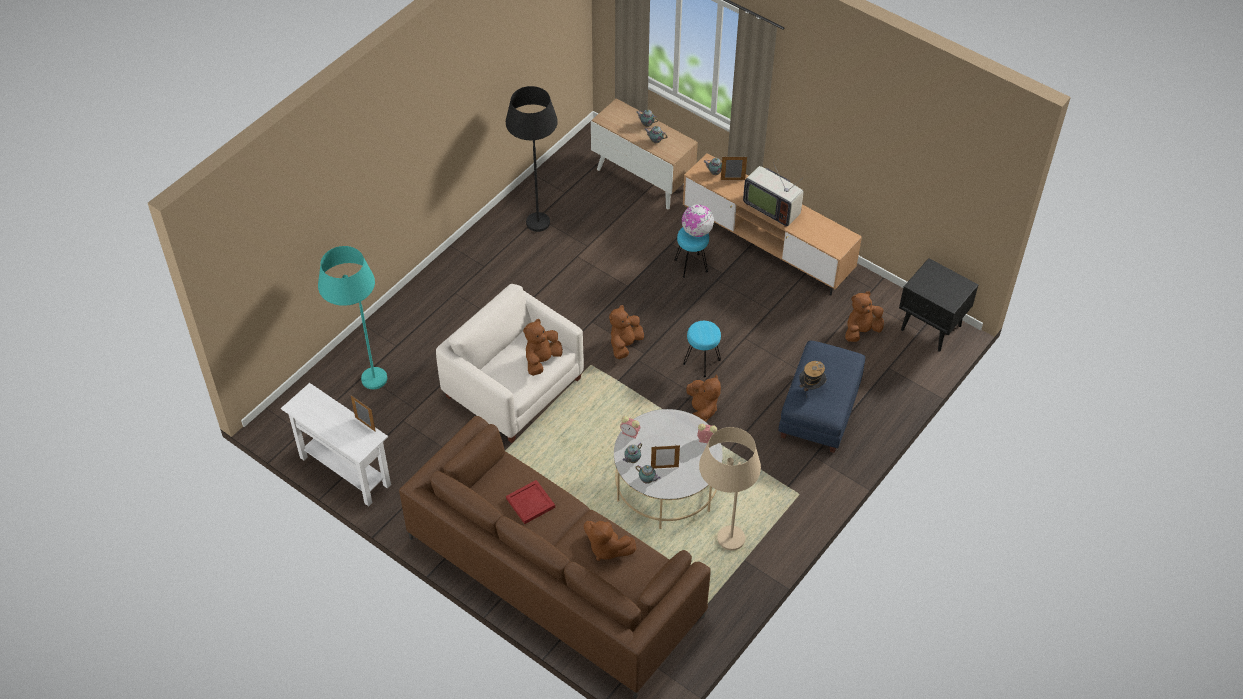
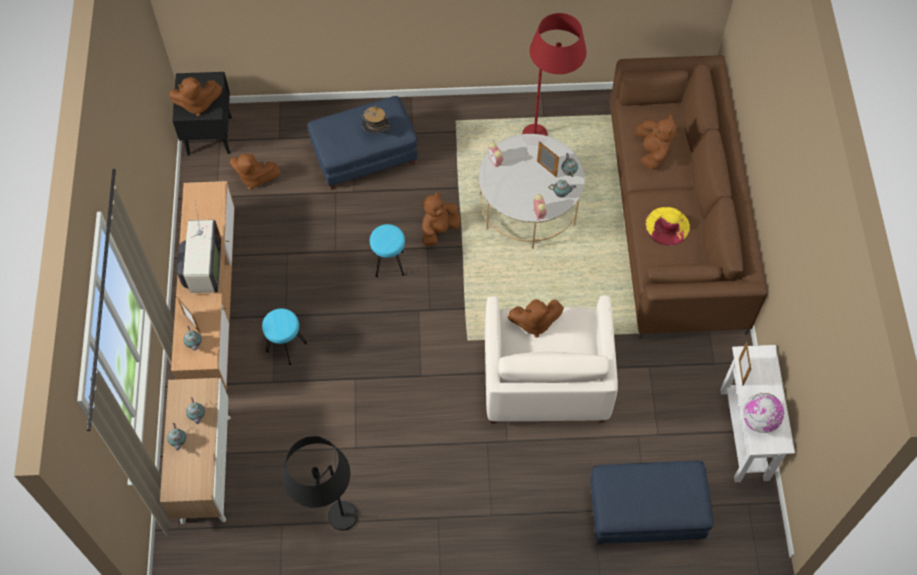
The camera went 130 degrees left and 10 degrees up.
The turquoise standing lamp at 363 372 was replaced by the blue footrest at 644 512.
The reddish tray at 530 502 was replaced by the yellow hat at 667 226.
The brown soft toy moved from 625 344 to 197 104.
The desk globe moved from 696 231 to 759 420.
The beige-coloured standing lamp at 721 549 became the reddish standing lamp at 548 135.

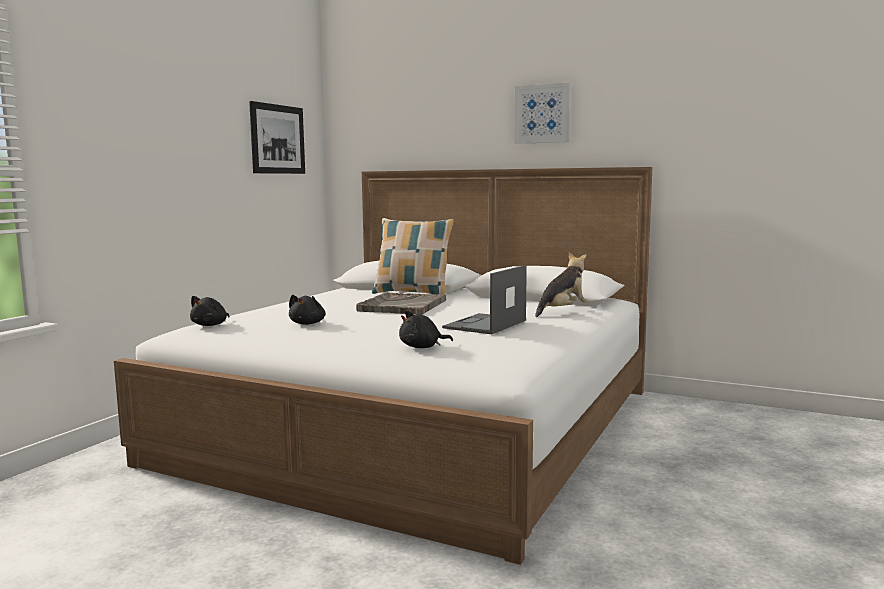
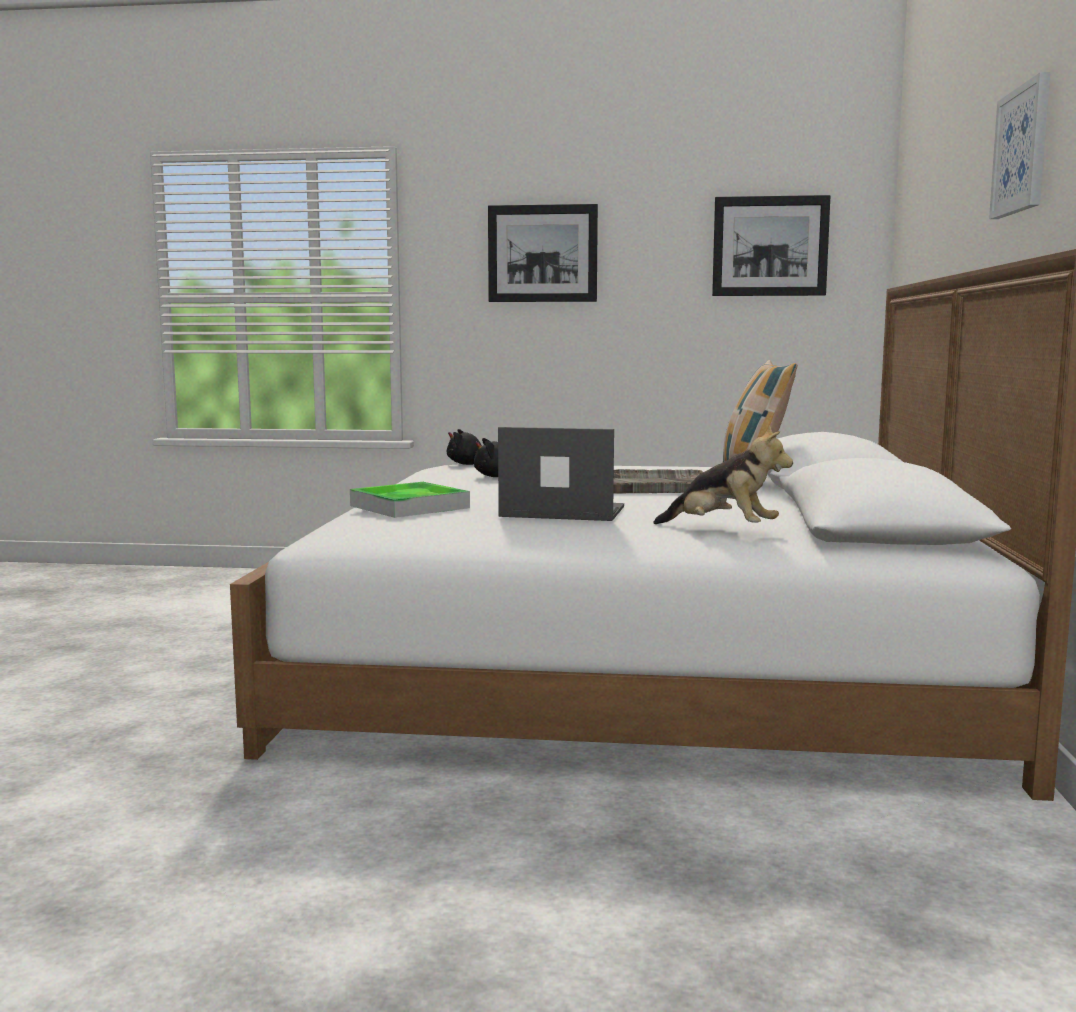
The camera went 70 degrees right and 0 degrees up.
The black-coloured soft toy at 422 347 was replaced by the tray at 409 507.
The picture at 542 253 appeared.

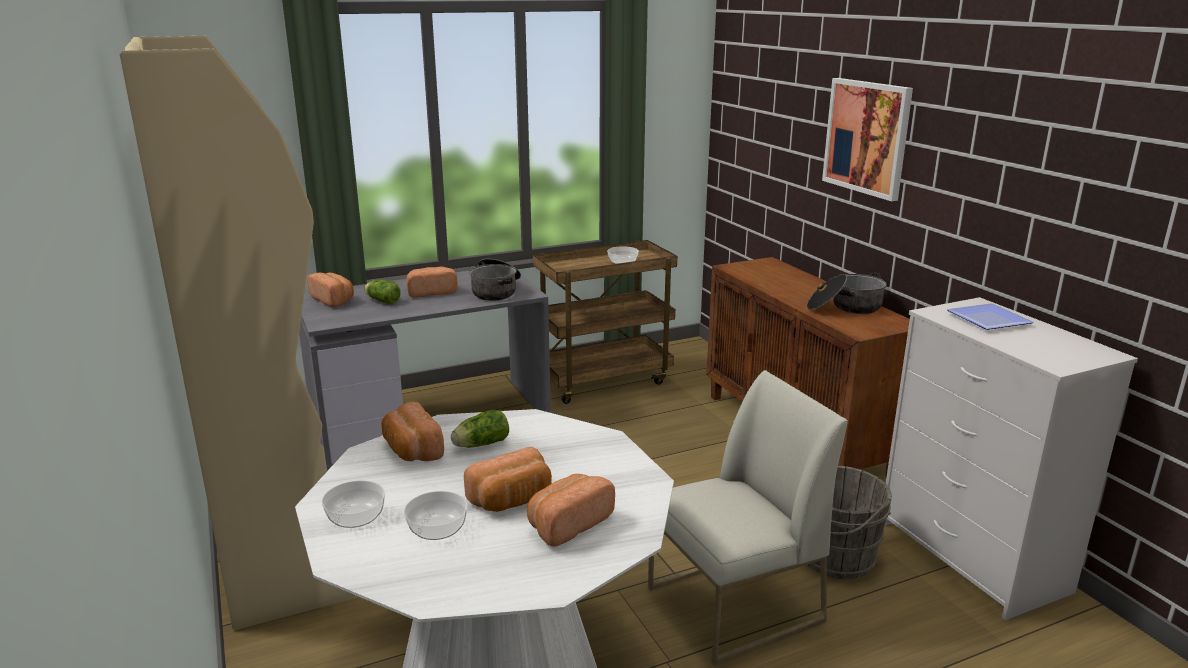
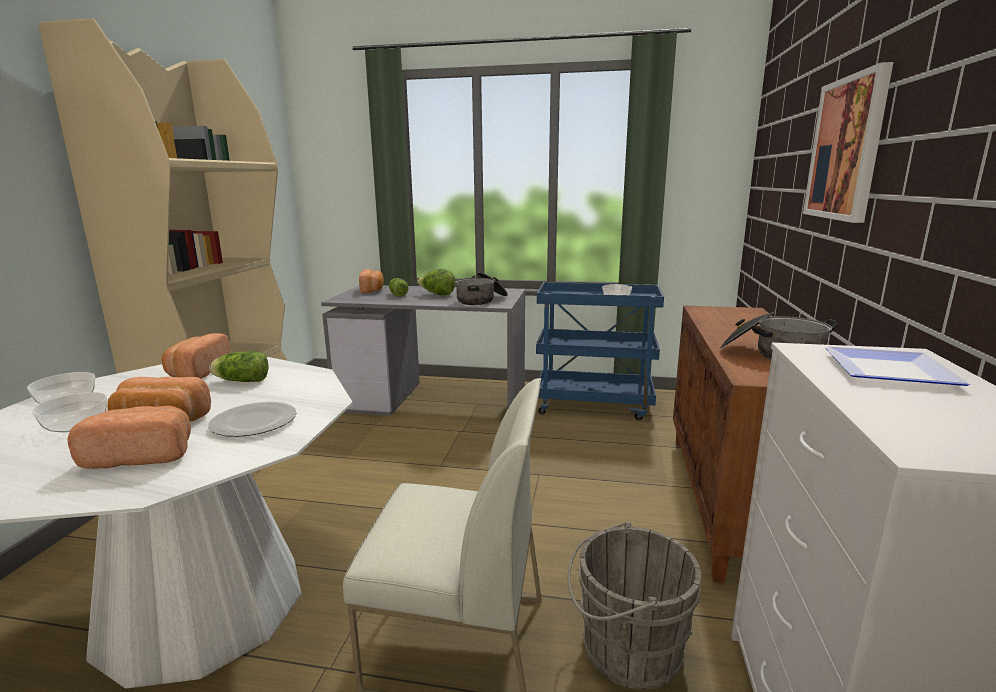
The camera went 35 degrees right and 5 degrees down.
The bread at 431 292 was replaced by the lettuce at 437 295.
The brown wheeled cart at 604 380 became the blue wheeled cart at 594 405.
The plate at 252 423 appeared.

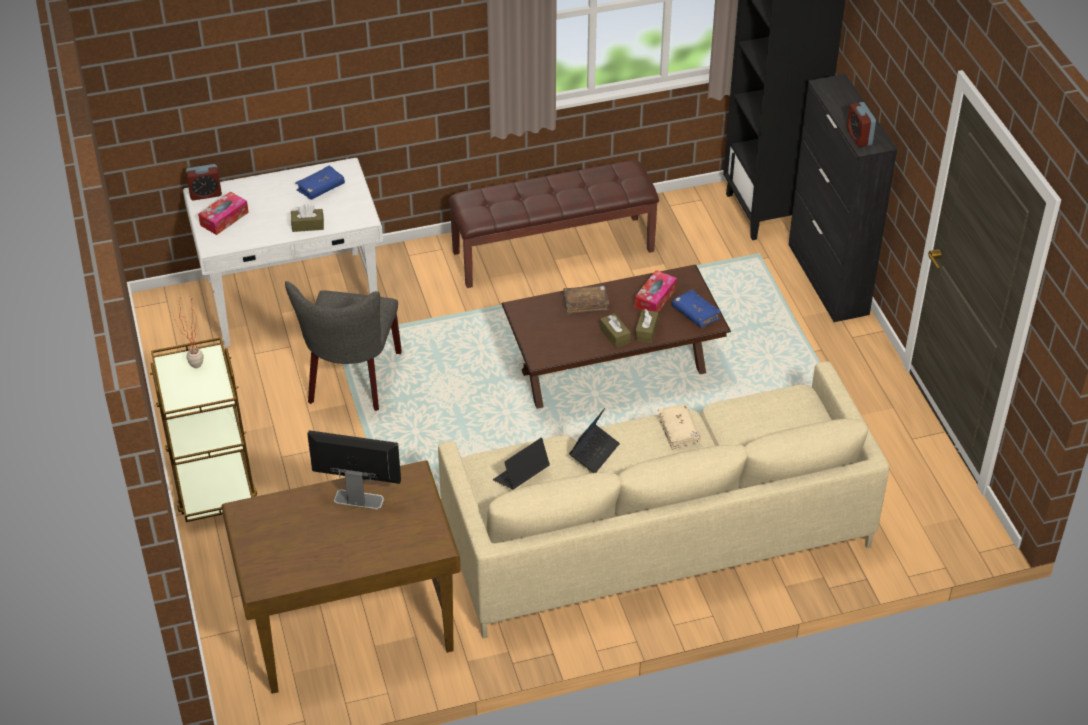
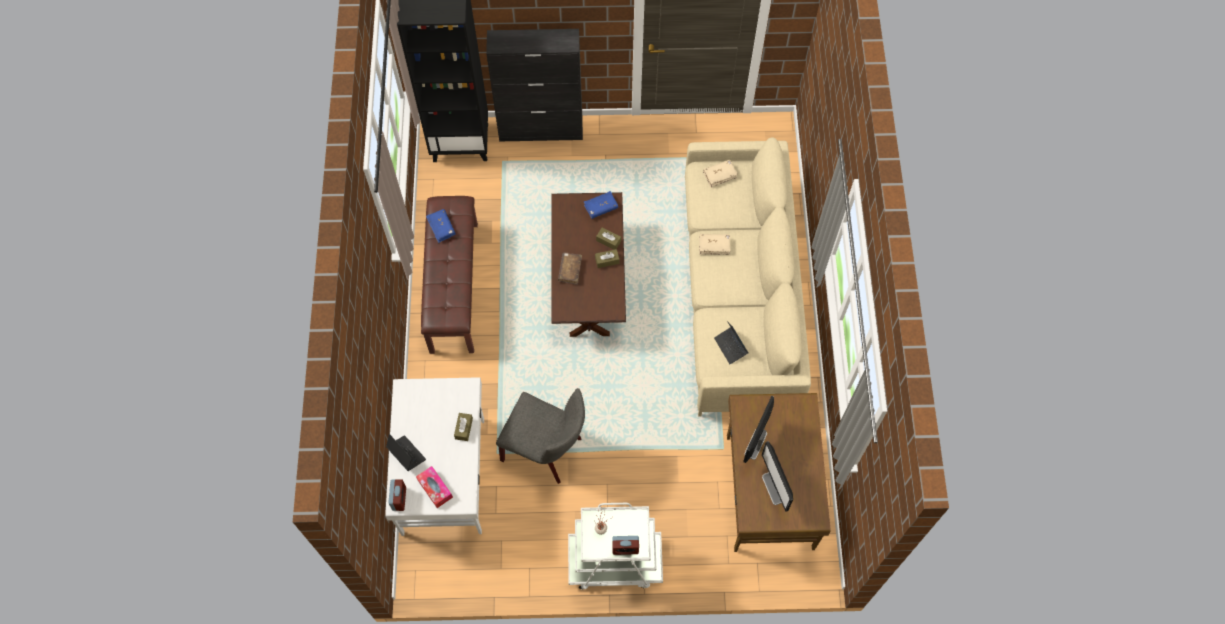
The camera went 75 degrees left and 20 degrees up.
The brown wheeled cart at 212 477 became the white-coloured wheeled cart at 614 561.
The blue bound book moved from 321 188 to 441 228.
The portable computer moved from 594 452 to 406 454.
The tissue holder at 655 298 disappeared.
The table clock moved from 859 137 to 625 548.
The beige-coloured bound book at 719 175 appeared.
The monitor at 773 488 appeared.

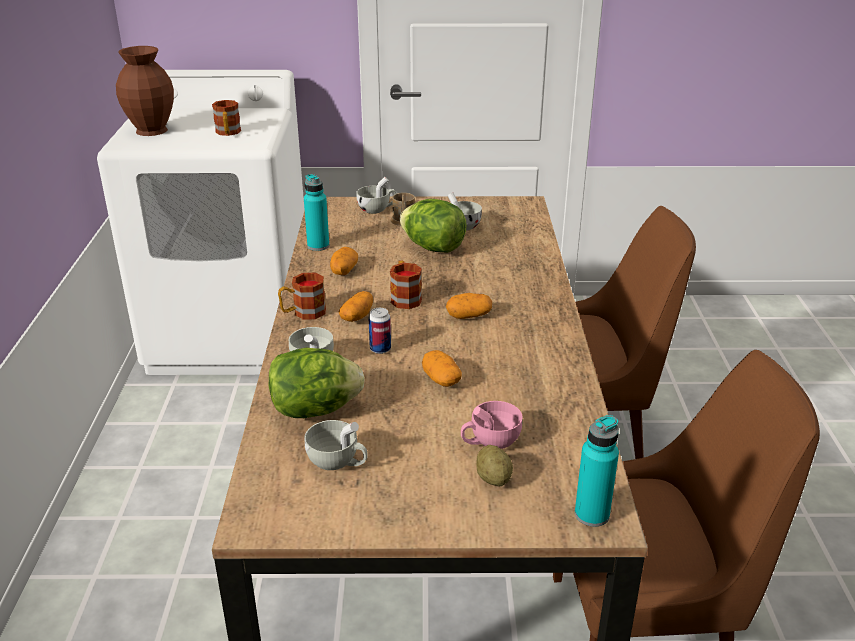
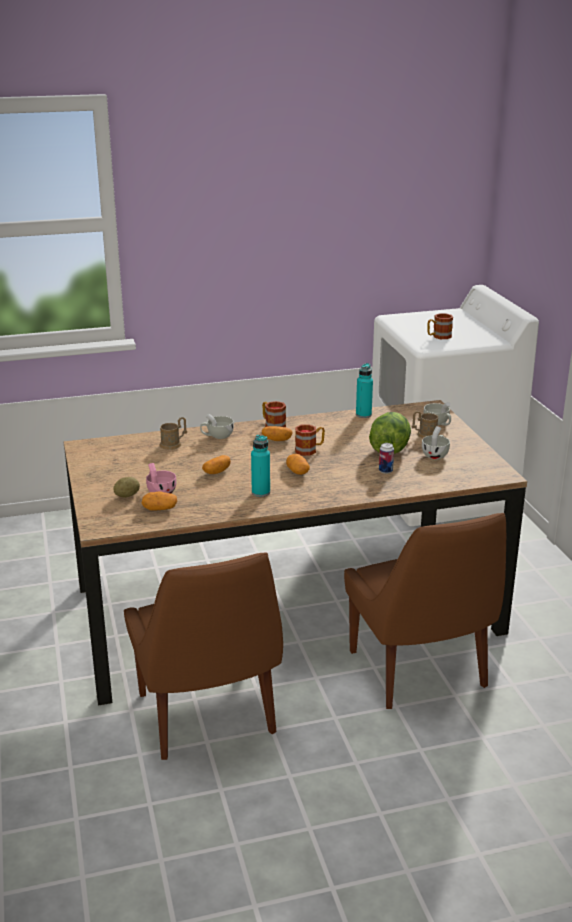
The camera went 75 degrees right and 5 degrees down.
The brown vase at 152 130 disappeared.
The lettuce at 315 410 was replaced by the brown tea mug at 173 444.
The white-coloured cup at 338 462 disappeared.
The whole potato moved from 344 270 to 160 509.
The sealed can moved from 380 349 to 385 471.
The turquoise drink bottle moved from 592 514 to 260 492.

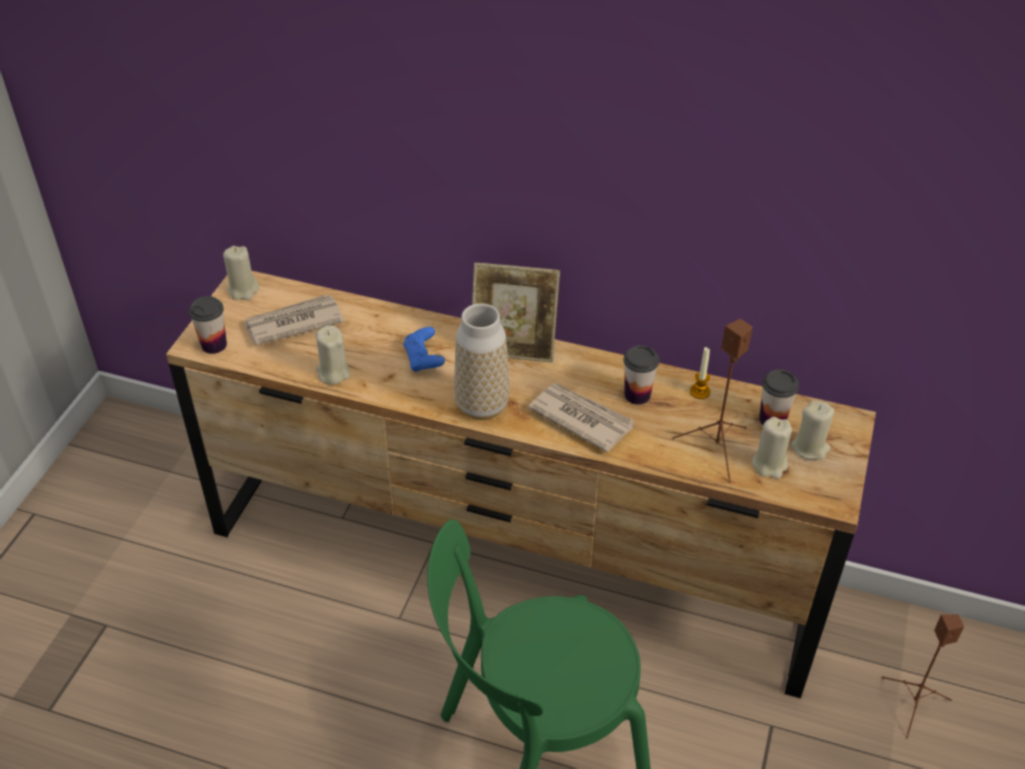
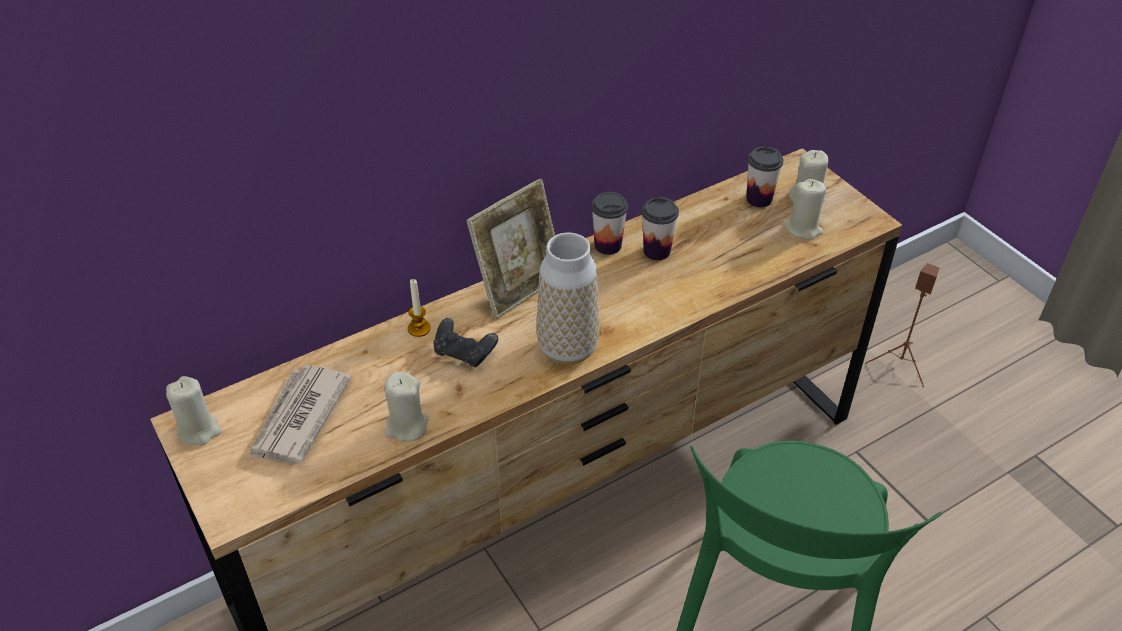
The camera went 50 degrees left and 0 degrees up.
The cup moved from 214 345 to 608 245.
The blue gamepad at 424 359 became the black-coloured gamepad at 464 353.
The printed paper at 581 418 disappeared.
The brown speaker at 716 449 disappeared.
The wax light moved from 699 391 to 419 328.

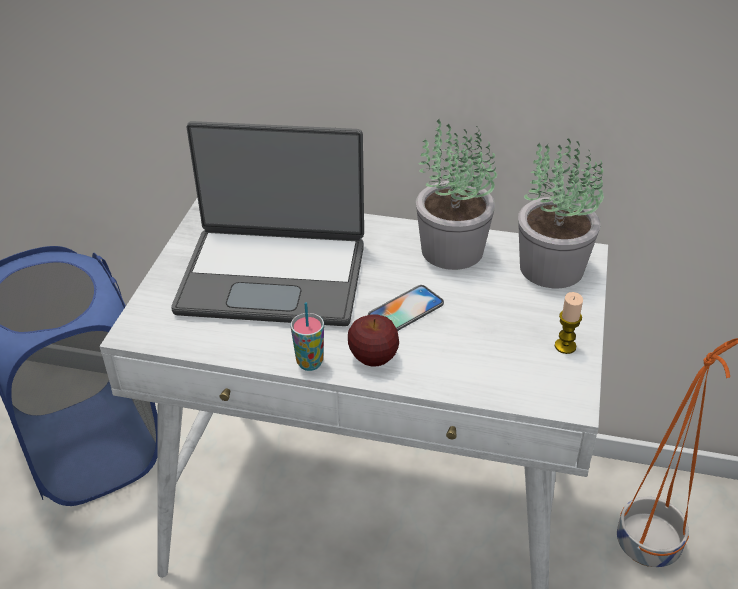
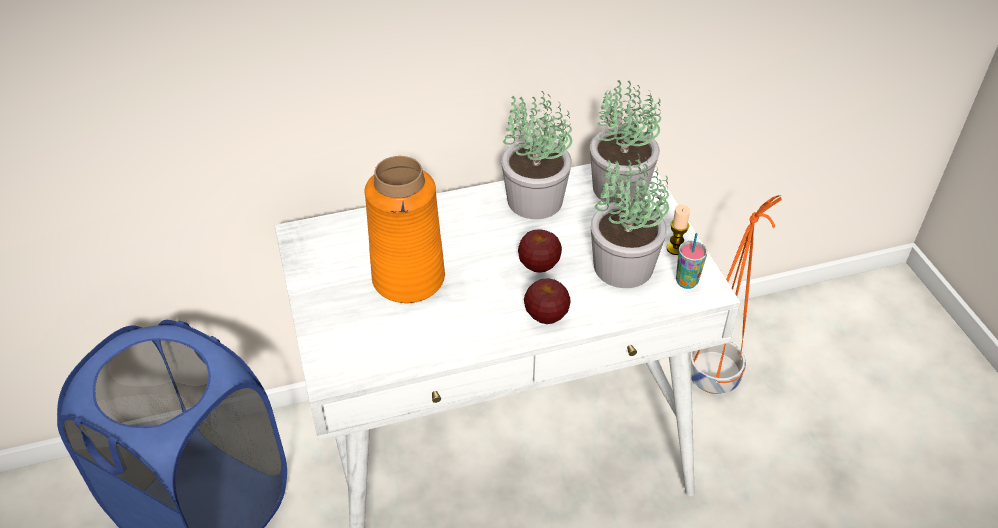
The camera went 30 degrees left and 5 degrees up.
The portable computer at 274 276 was replaced by the orangey vase at 409 278.
The cup moved from 310 363 to 686 282.
The handset at 406 310 was replaced by the apple fruit at 539 265.
The potted plant at 622 267 appeared.

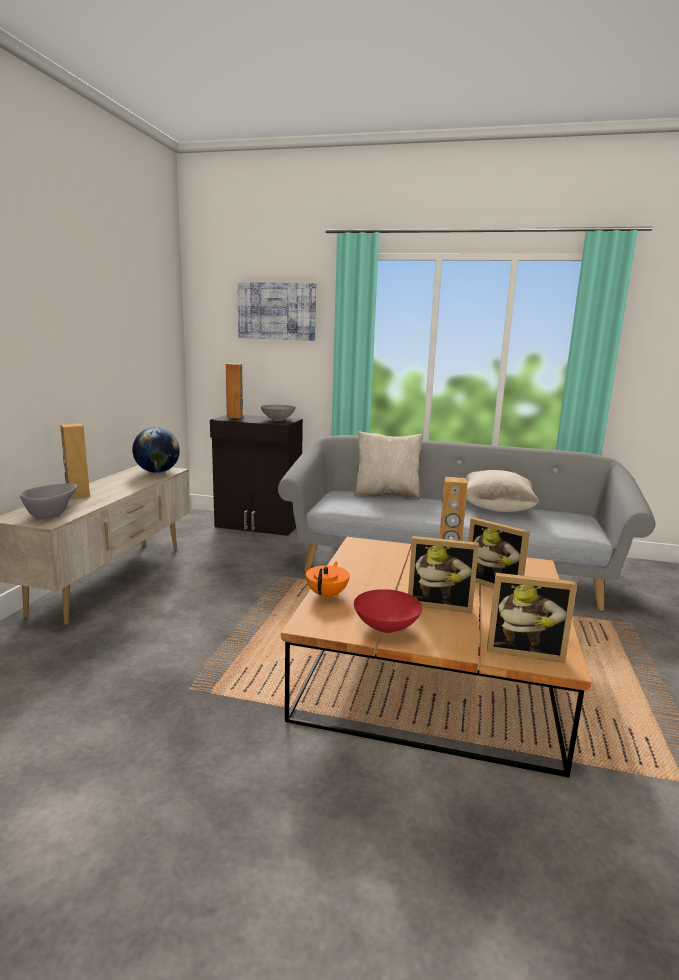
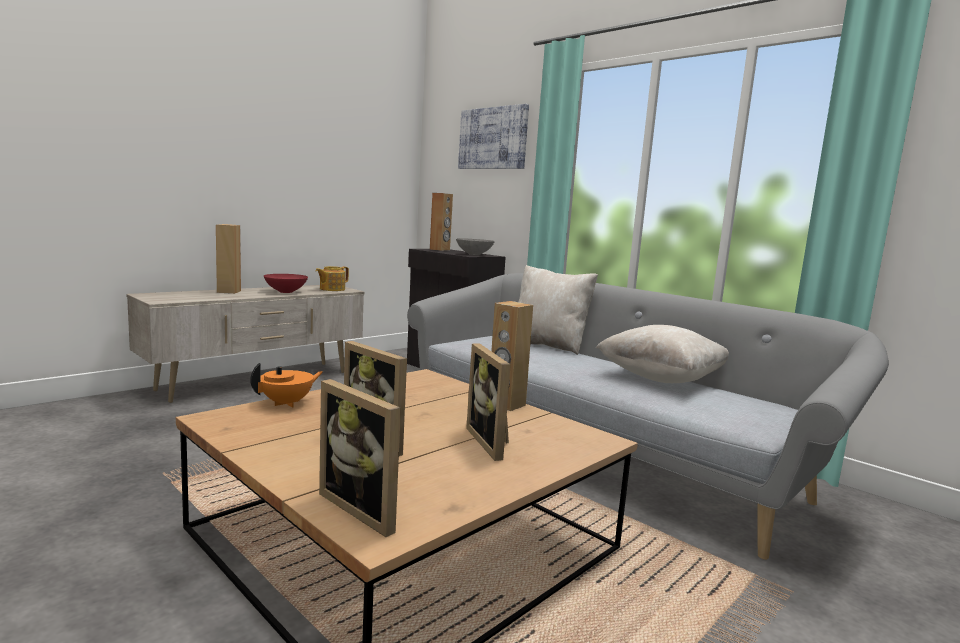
The camera went 30 degrees right and 5 degrees down.
The grey deep dish at 52 514 disappeared.
The desk globe at 157 472 was replaced by the pot for tea at 331 289.
The reddish deep dish moved from 387 627 to 286 292.

